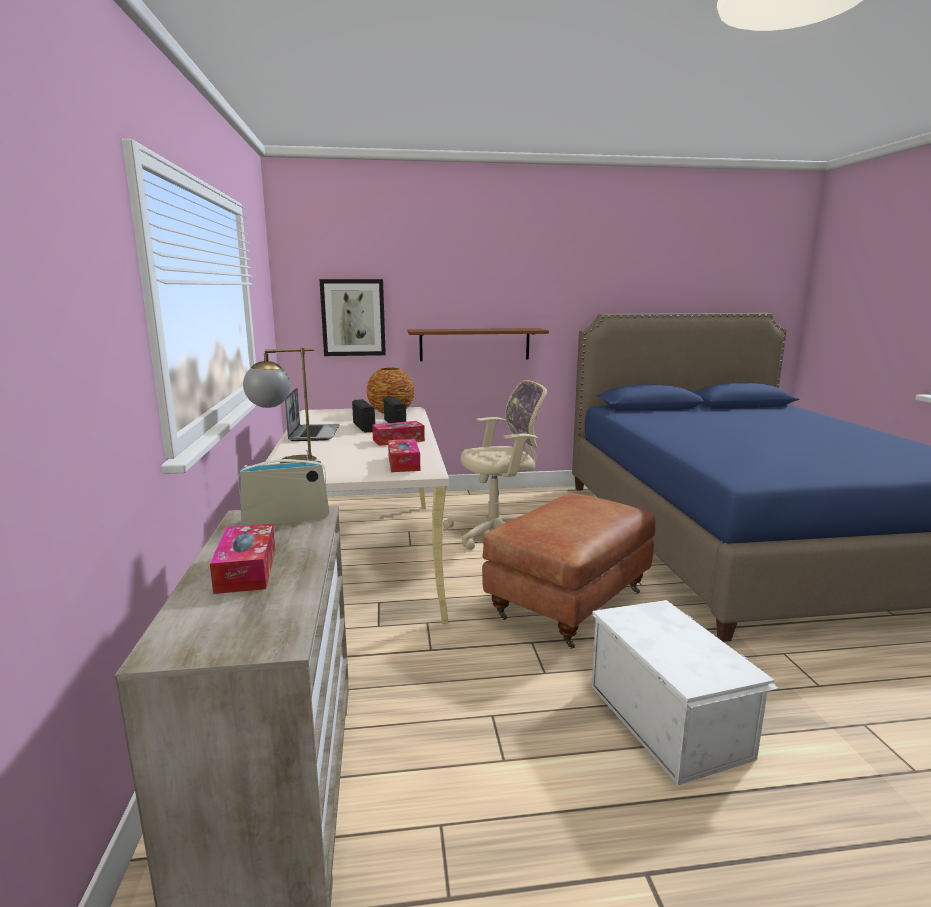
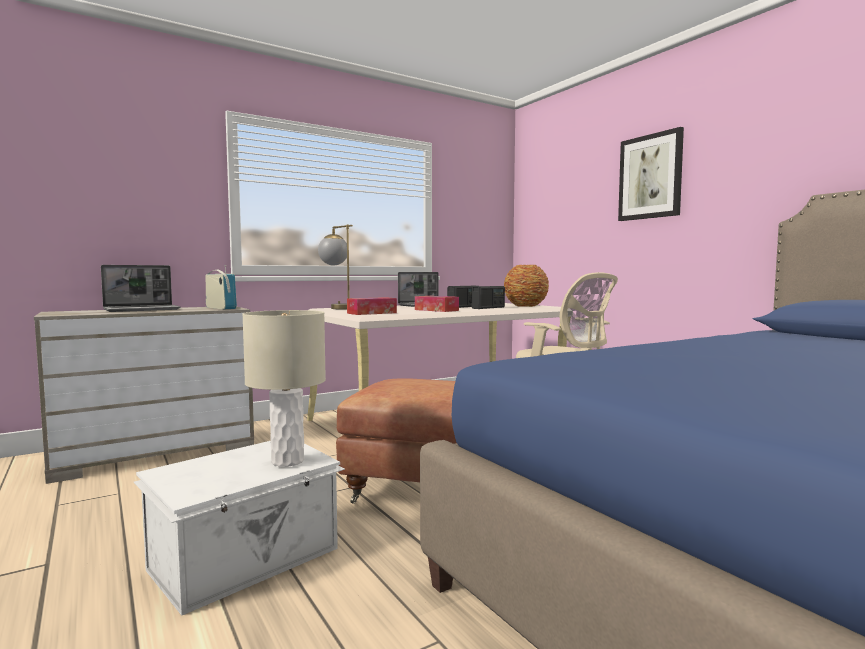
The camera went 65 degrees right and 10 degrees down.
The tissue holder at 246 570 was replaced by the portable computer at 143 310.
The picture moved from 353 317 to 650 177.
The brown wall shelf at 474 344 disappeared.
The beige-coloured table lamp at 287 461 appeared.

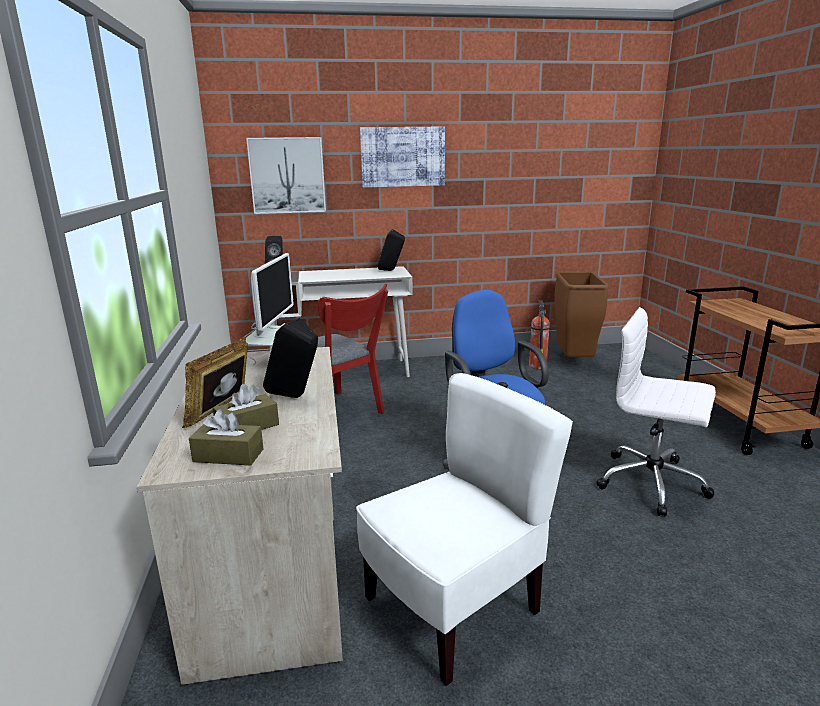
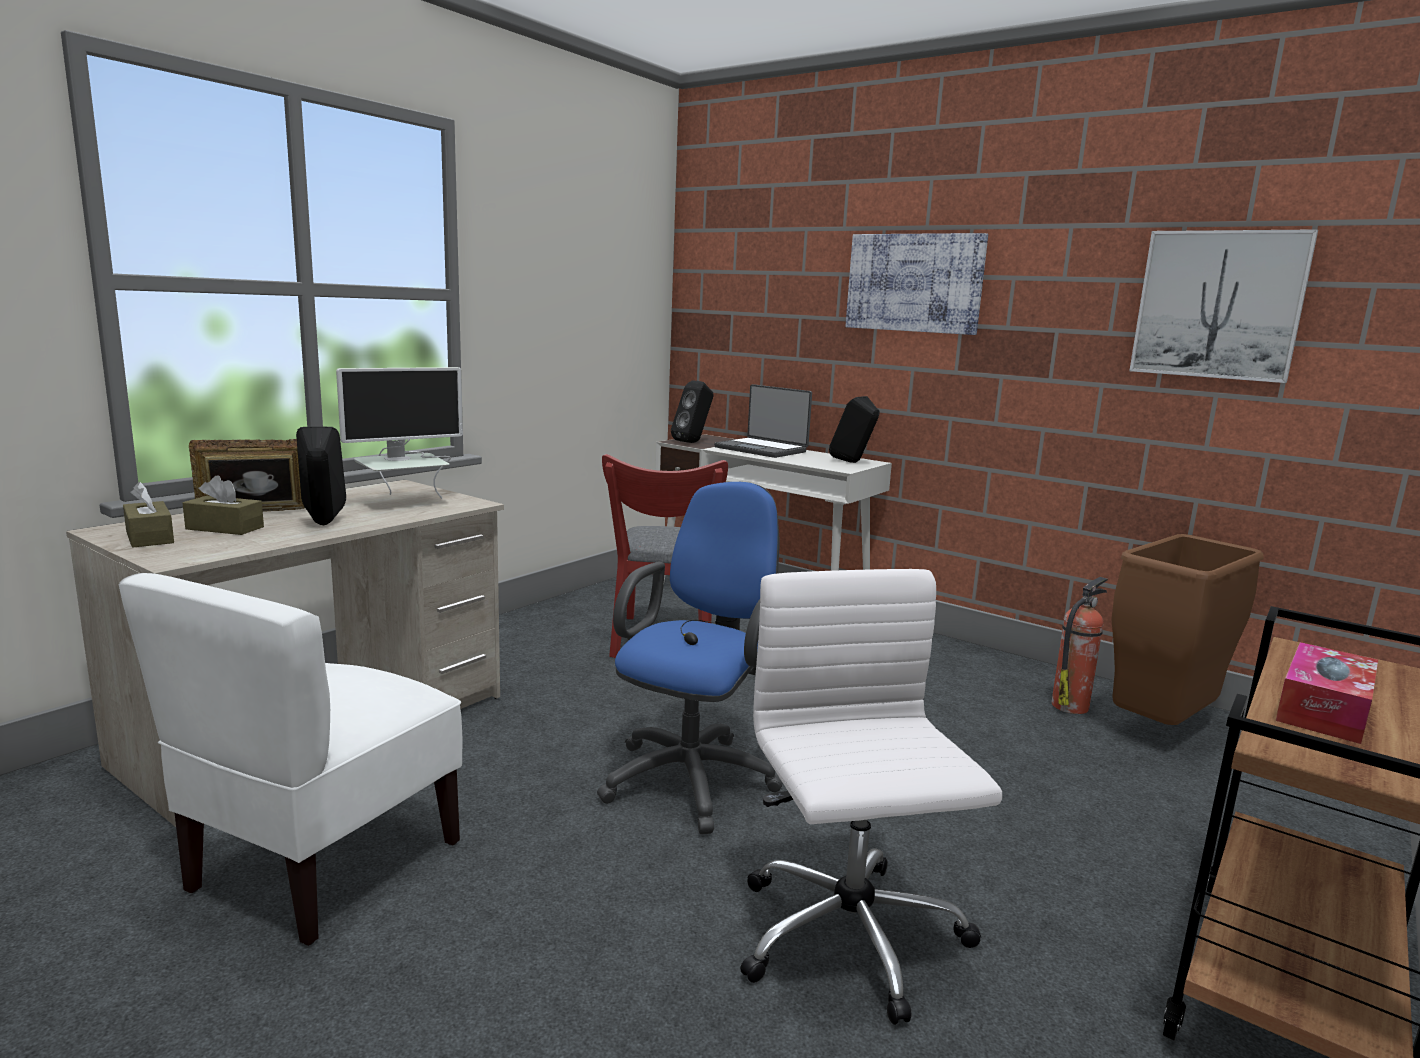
The camera went 45 degrees right and 5 degrees down.
The picture moved from 287 175 to 1218 305.
The white-coloured plain chair at 454 608 turned 105 degrees clockwise.
The portable computer at 762 449 appeared.
The tissue holder at 1323 709 appeared.

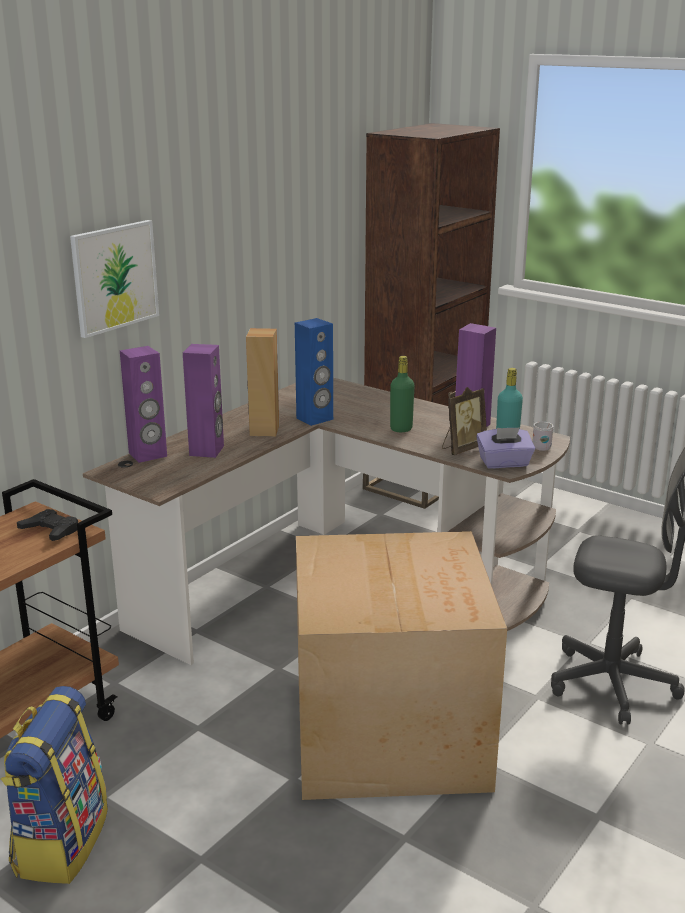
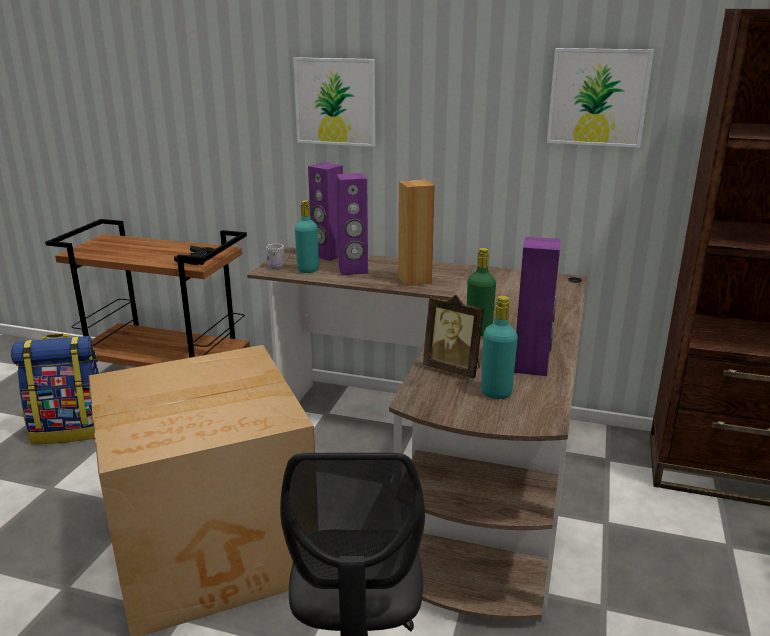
The camera went 70 degrees right and 0 degrees up.
The blue speaker at 315 419 disappeared.
The purple-coloured tissue holder at 504 463 disappeared.
The white-coloured tea mug moved from 540 447 to 278 266.
The turquoise drink bottle at 308 270 appeared.
The picture at 598 97 appeared.

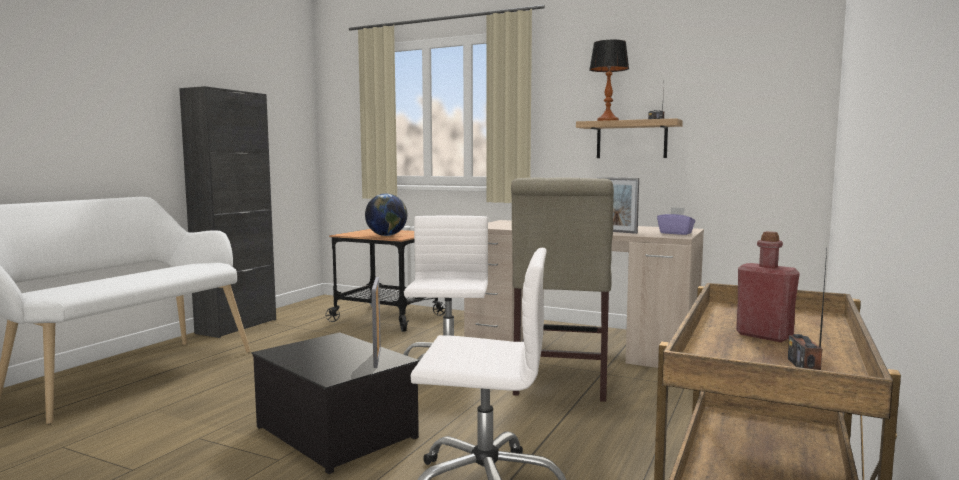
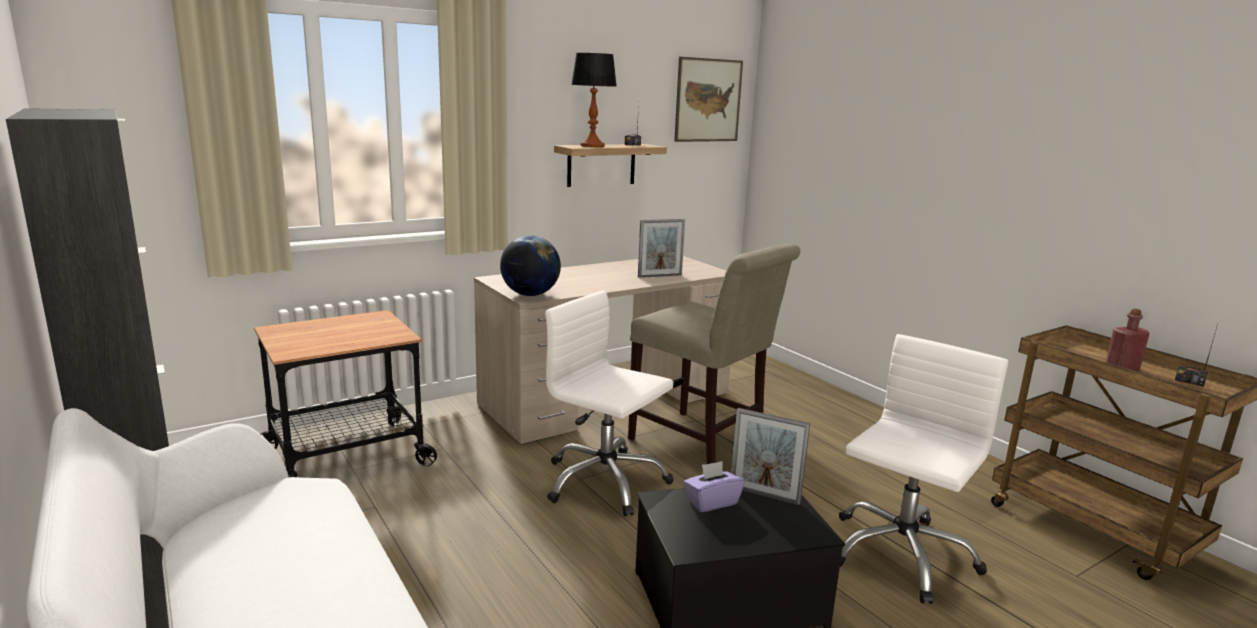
The camera went 60 degrees left and 10 degrees up.
The desk globe moved from 386 235 to 530 294.
The purple-coloured tissue holder moved from 675 233 to 711 502.
The picture at 708 100 appeared.

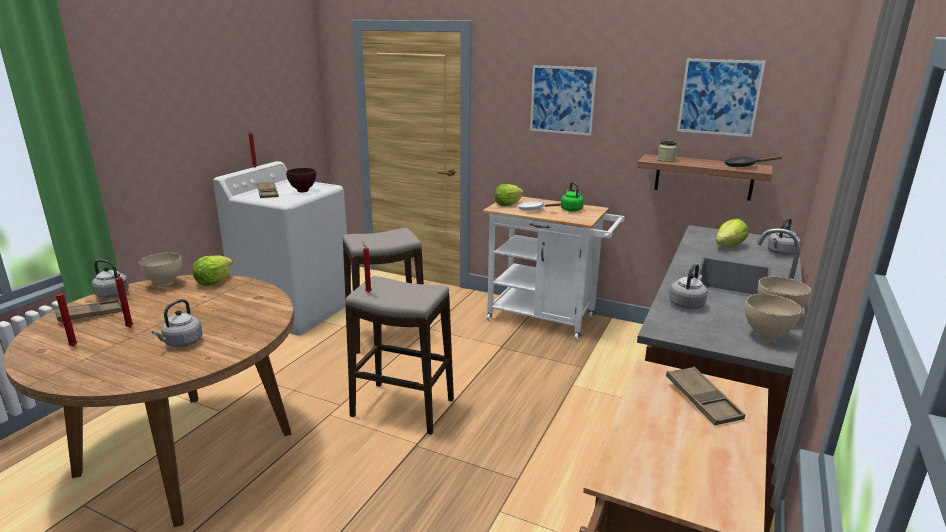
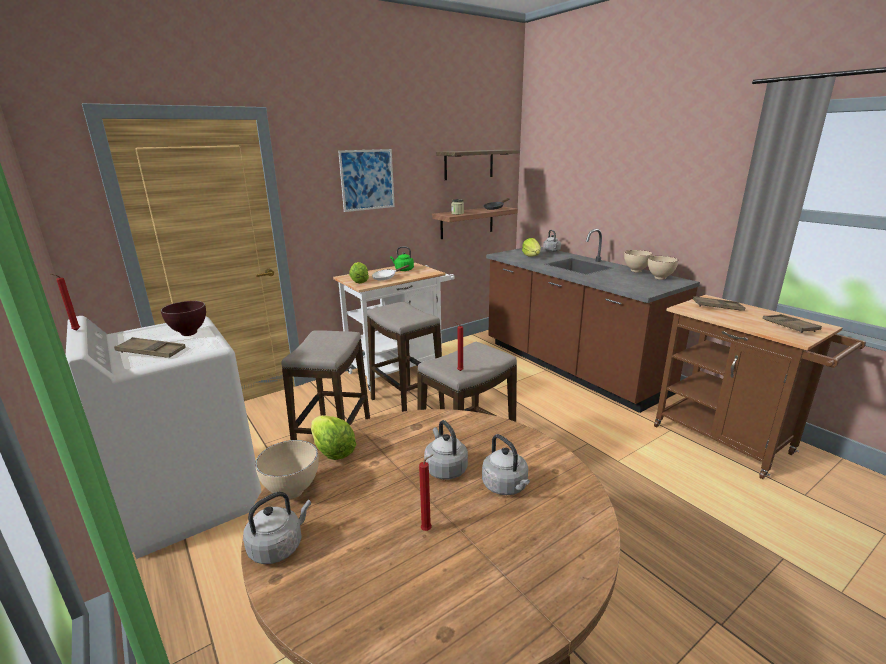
The camera went 60 degrees left and 0 degrees up.
The brown tray moved from 91 314 to 789 326.
The reddish wax light at 74 345 disappeared.
The grey kettle moved from 687 304 to 445 468.
The picture at 719 97 was replaced by the wall shelf at 469 164.
The sitting stool at 407 405 appeared.

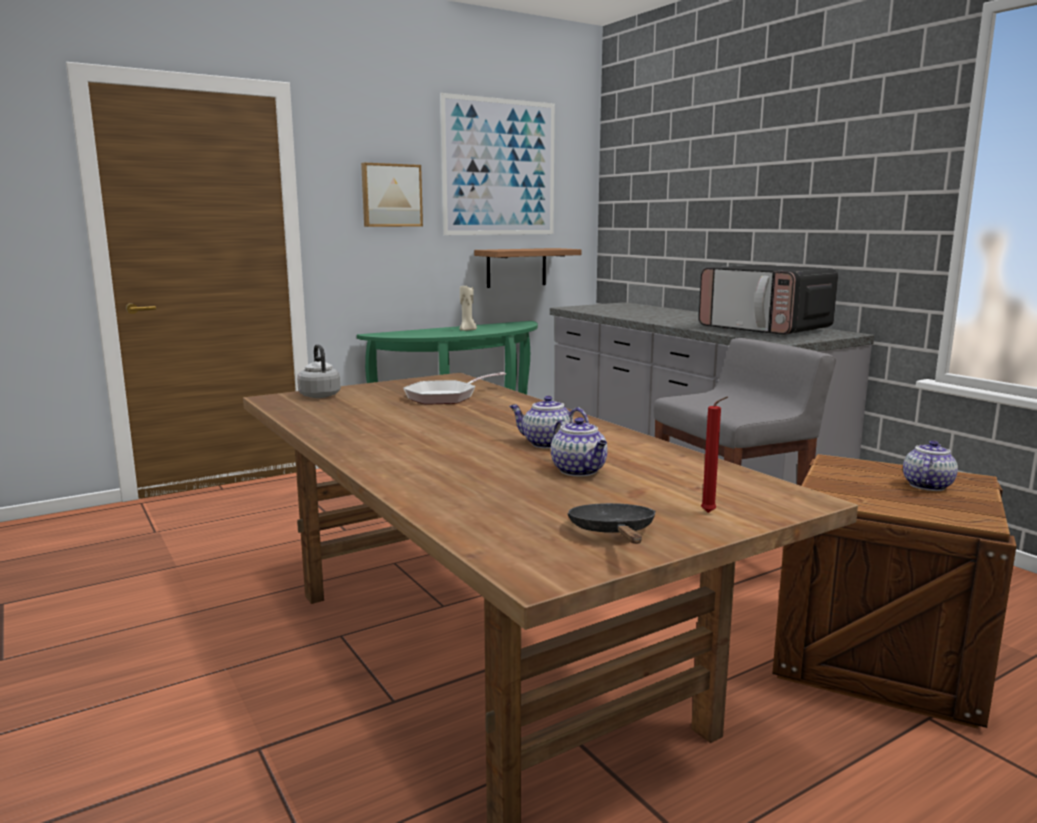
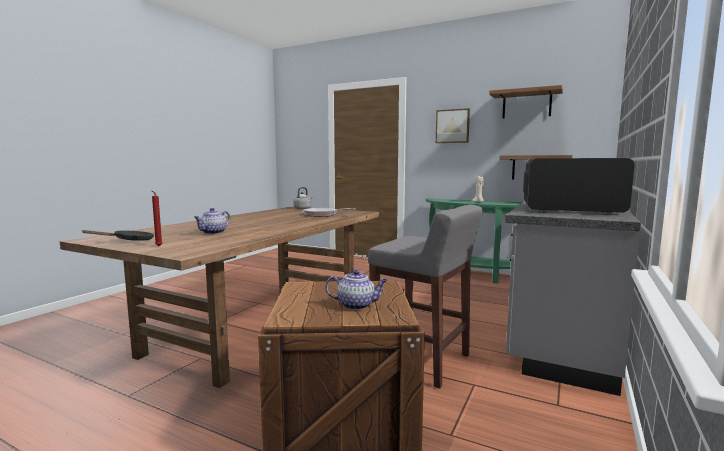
The camera went 60 degrees right and 5 degrees down.
The picture at 499 167 was replaced by the wall shelf at 526 104.
The pot for tea at 546 444 disappeared.
The microwave at 765 329 turned 90 degrees clockwise.

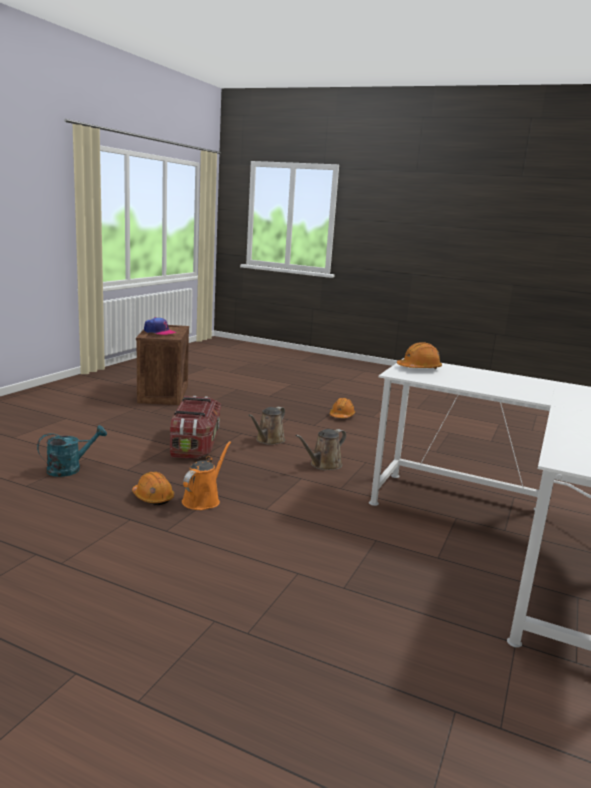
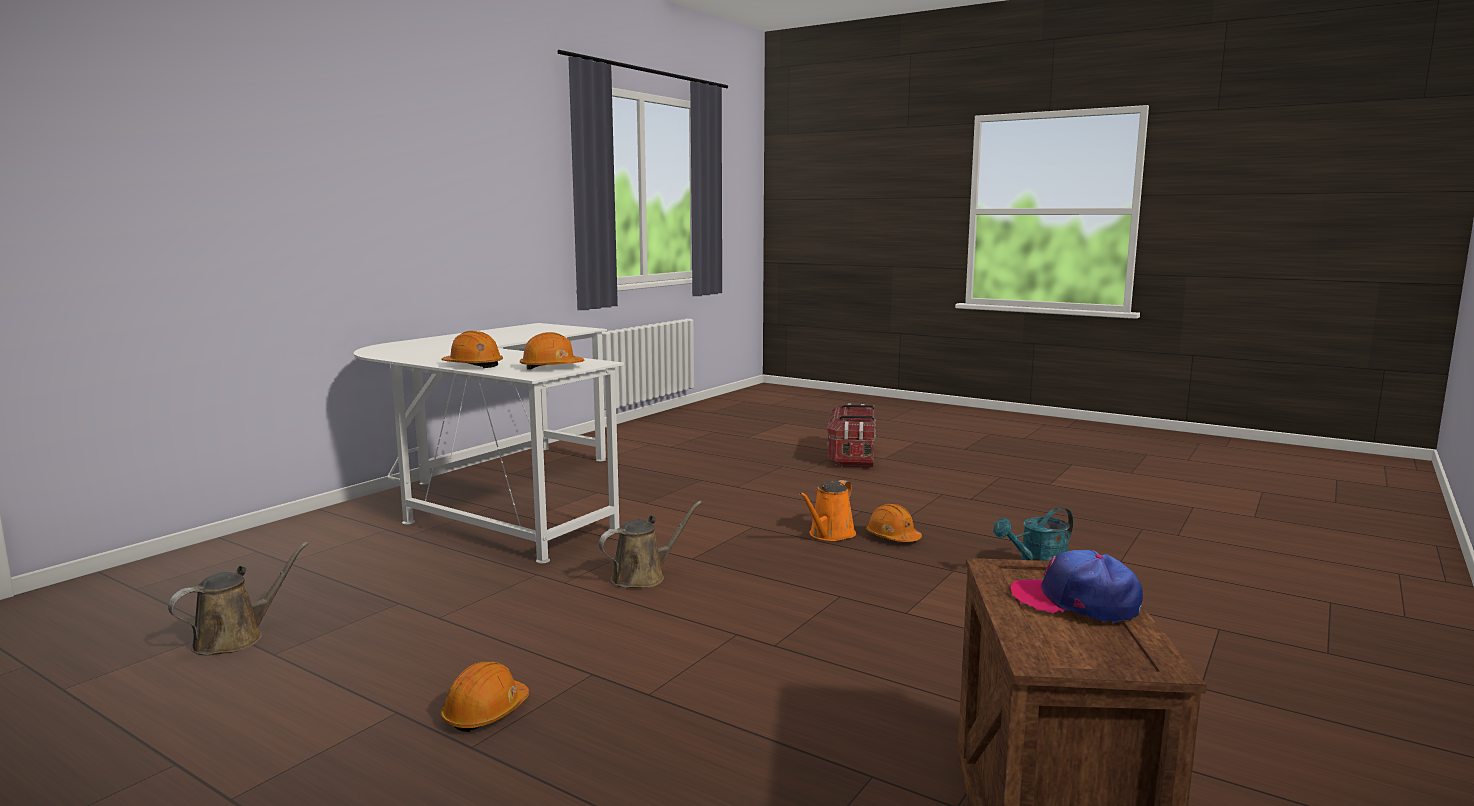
The camera went 170 degrees left and 5 degrees down.
The storage bin moved from 195 444 to 852 456.
The brown watering pot moved from 268 440 to 235 639.
The orangey safety helmet at 473 365 appeared.

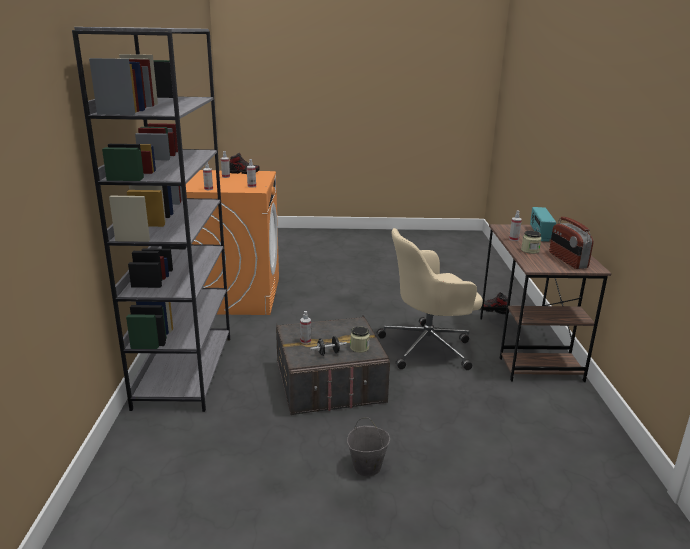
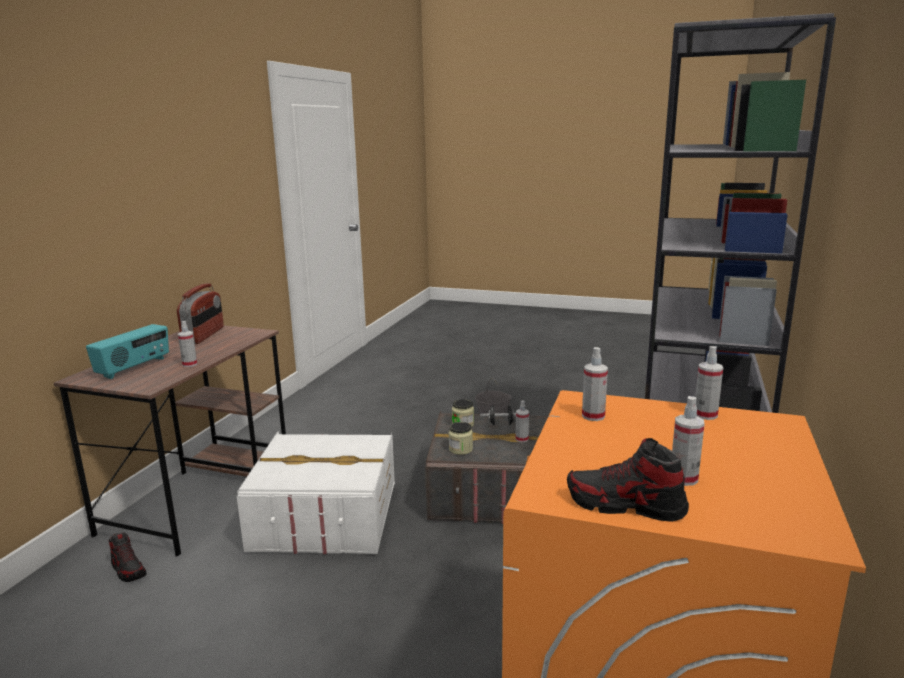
The camera went 160 degrees left and 5 degrees down.
The beige-coloured office chair at 428 347 was replaced by the white-coloured storage bin at 326 516.
The jar moved from 530 250 to 460 449.

